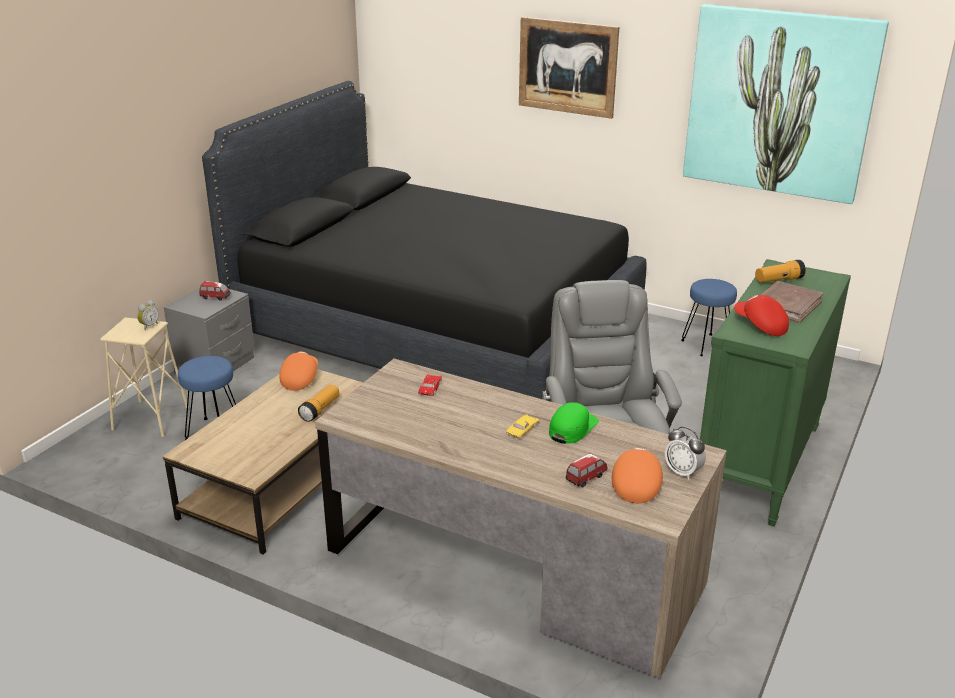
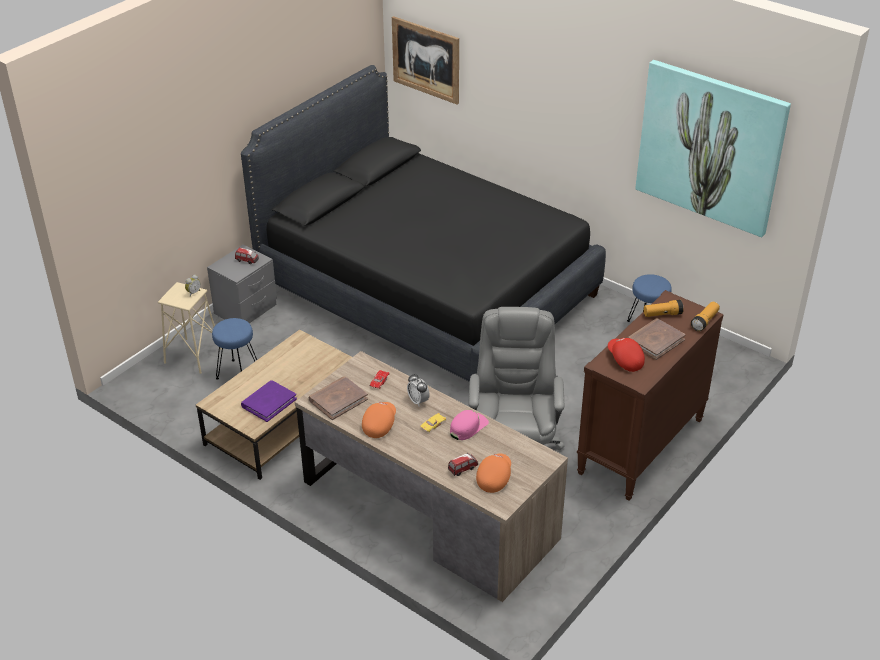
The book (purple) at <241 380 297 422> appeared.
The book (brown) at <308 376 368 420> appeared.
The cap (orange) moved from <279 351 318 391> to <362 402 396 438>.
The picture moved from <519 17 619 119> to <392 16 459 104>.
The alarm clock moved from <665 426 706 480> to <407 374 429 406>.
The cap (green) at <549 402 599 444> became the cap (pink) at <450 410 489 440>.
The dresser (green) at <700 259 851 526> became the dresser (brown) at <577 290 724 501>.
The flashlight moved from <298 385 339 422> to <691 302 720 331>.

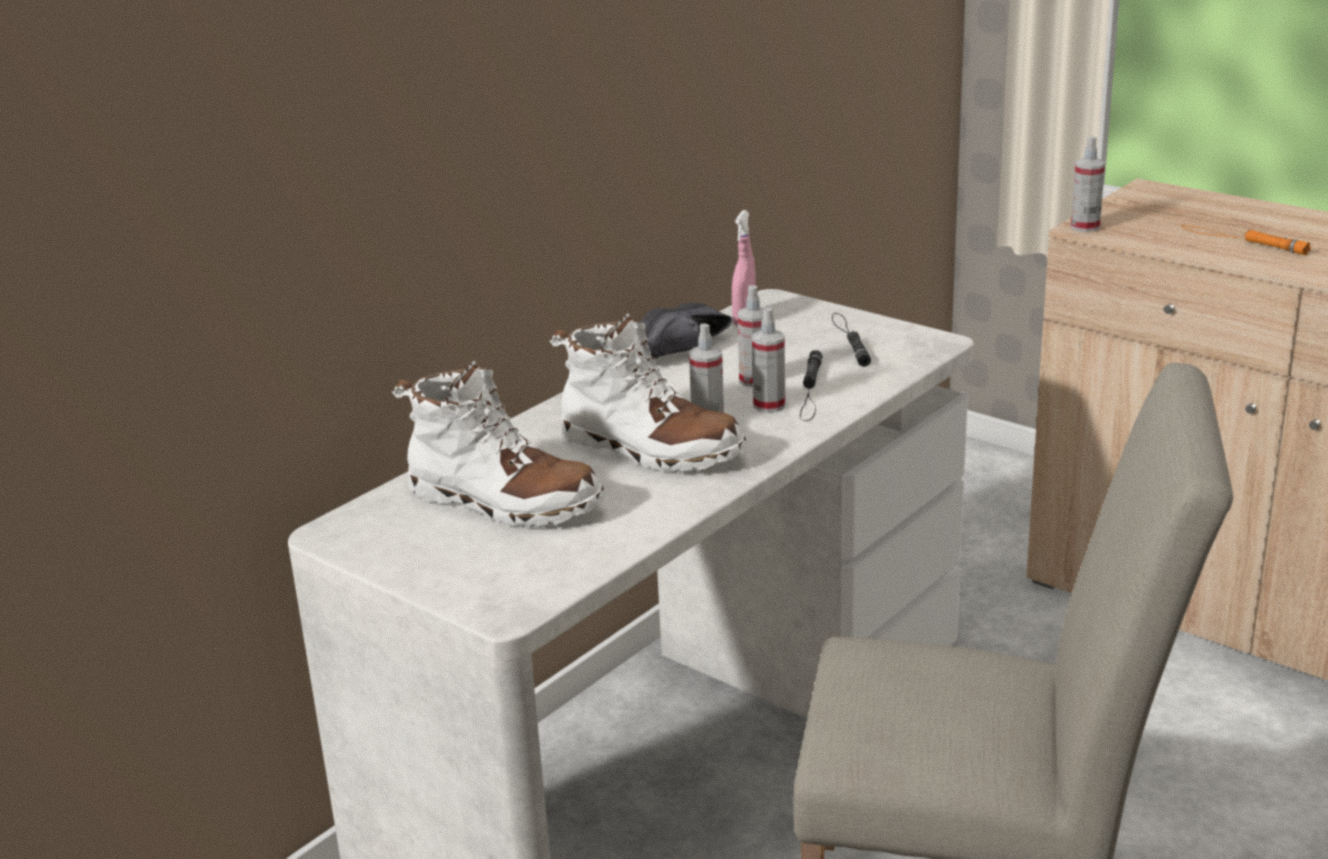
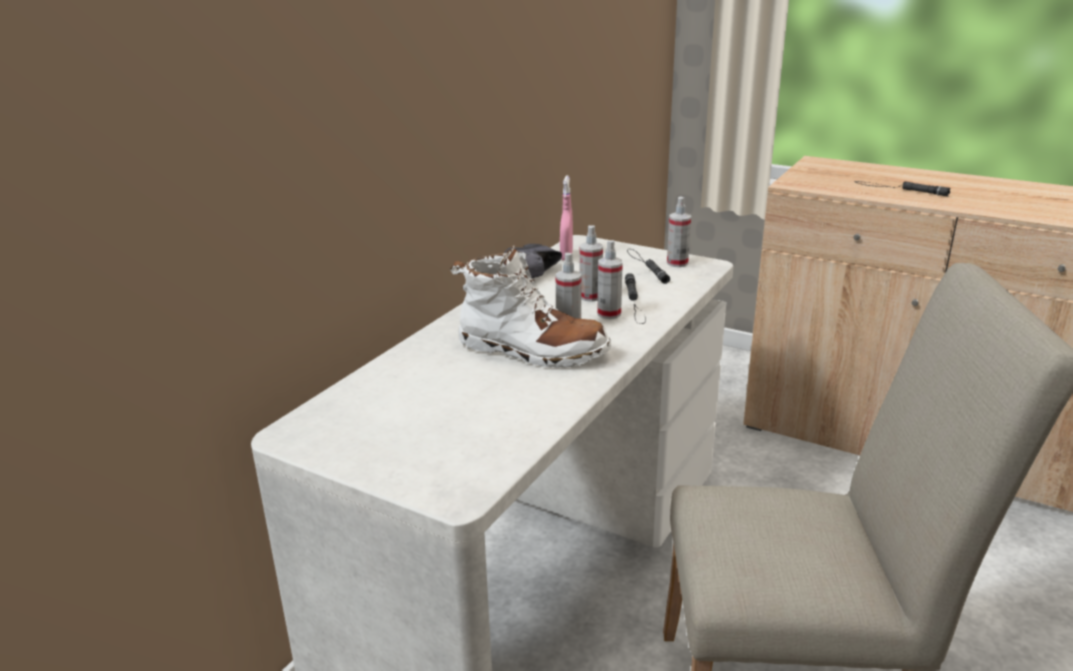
The spray bottle moved from <1071 136 1105 232> to <667 197 691 267>.
The flashlight (orange) at <1181 225 1311 255> became the flashlight (black) at <854 181 951 197>.
The boot (white) at <391 361 605 528> disappeared.

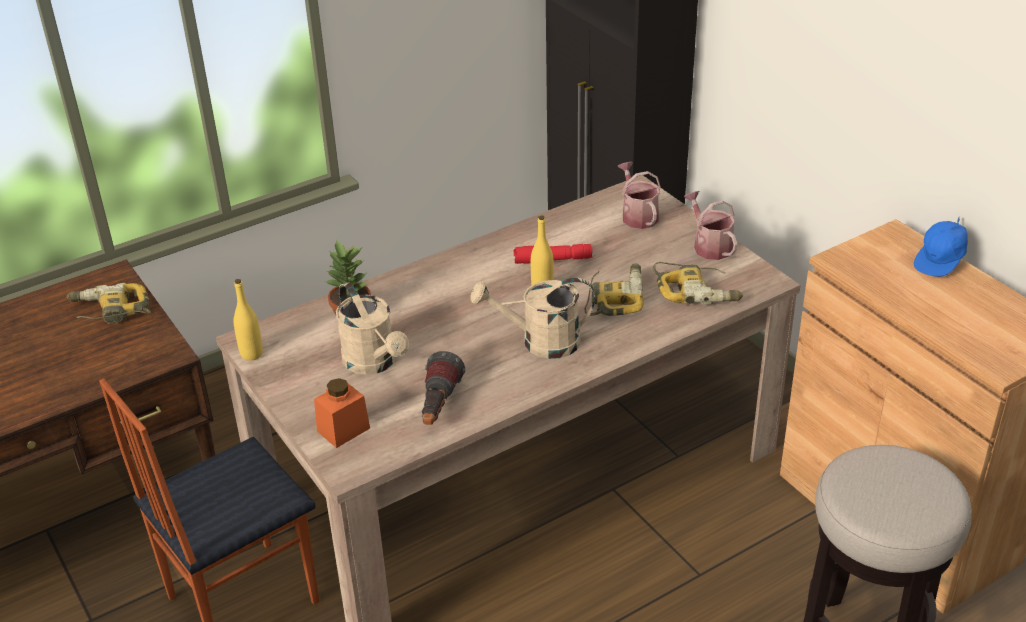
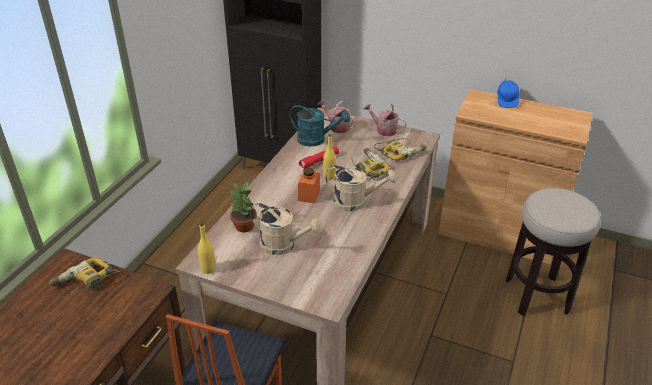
The watering can (turquoise) at <289 105 350 147> appeared.
The jar (orange) moved from <314 378 370 448> to <298 168 320 204>.
The watering can (beige) at <470 278 595 359> turned 135 degrees counterclockwise.
The flashlight at <422 351 465 425> disappeared.

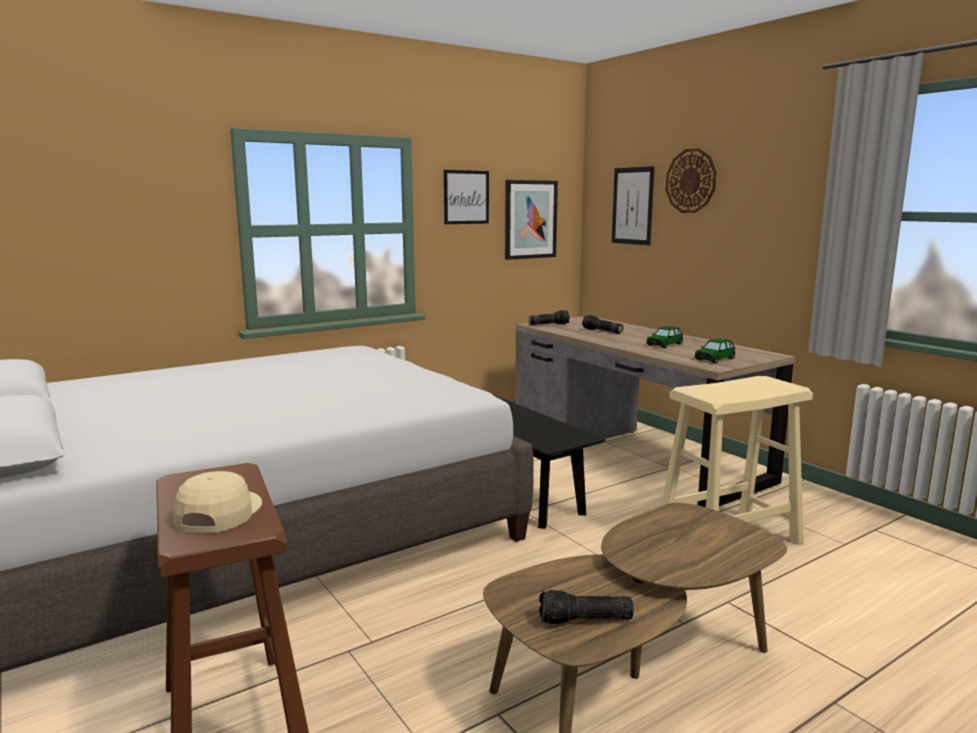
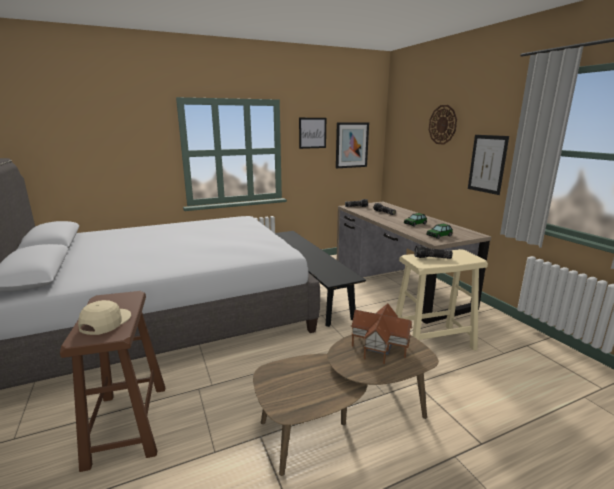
The toy house at <351 303 412 364> appeared.
The flashlight moved from <539 590 634 624> to <414 245 453 259>.
The picture moved from <612 166 655 245> to <468 135 509 195>.

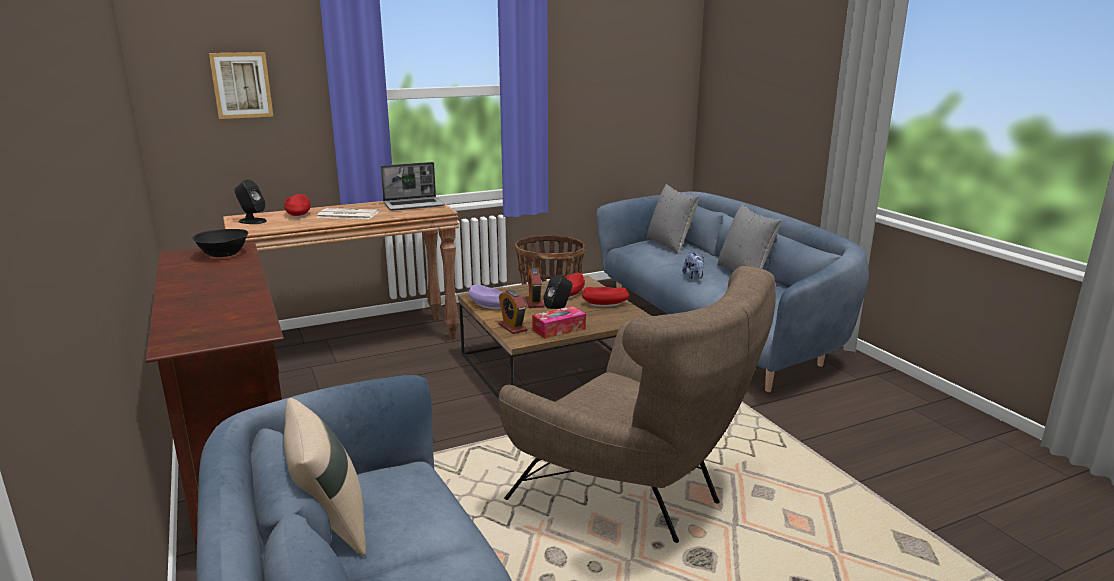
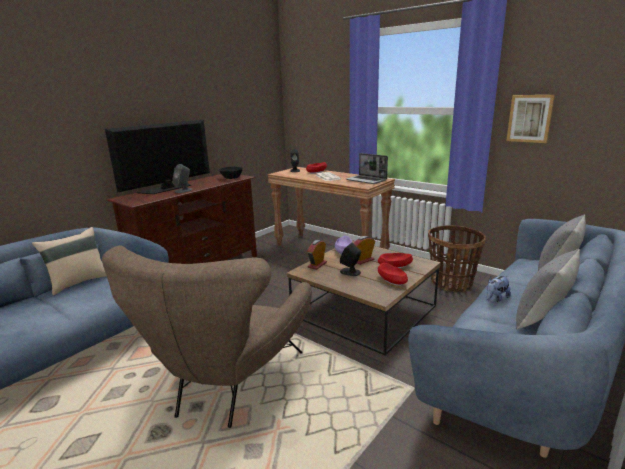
The television at <105 120 210 194> appeared.
The speaker (grey) at <172 164 192 193> appeared.
The picture moved from <209 52 273 119> to <506 95 555 143>.
The tissue box at <532 306 586 339> disappeared.

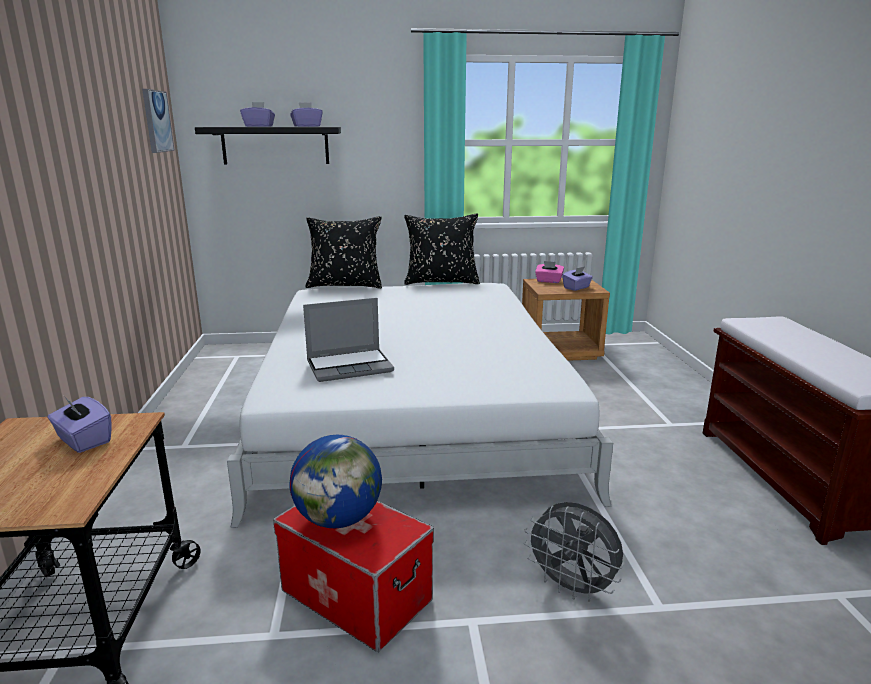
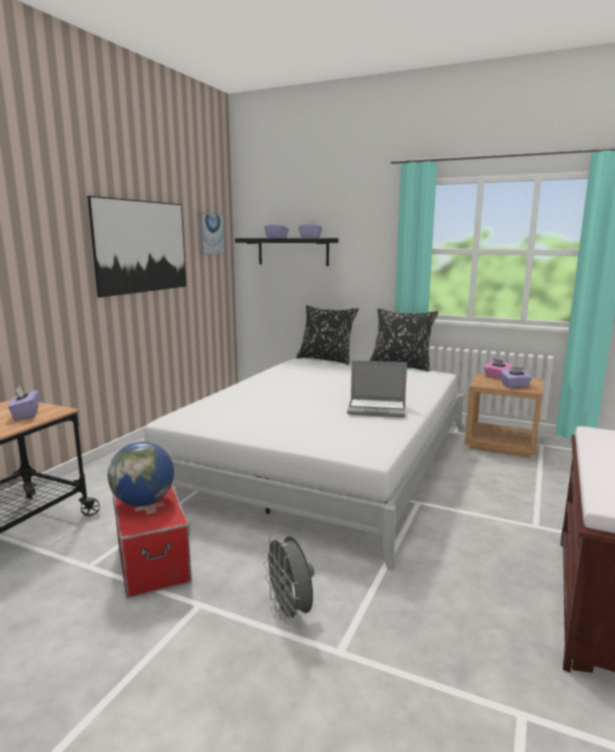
The picture at <87 196 186 298> appeared.
The laptop moved from <303 298 394 382> to <347 360 407 418>.

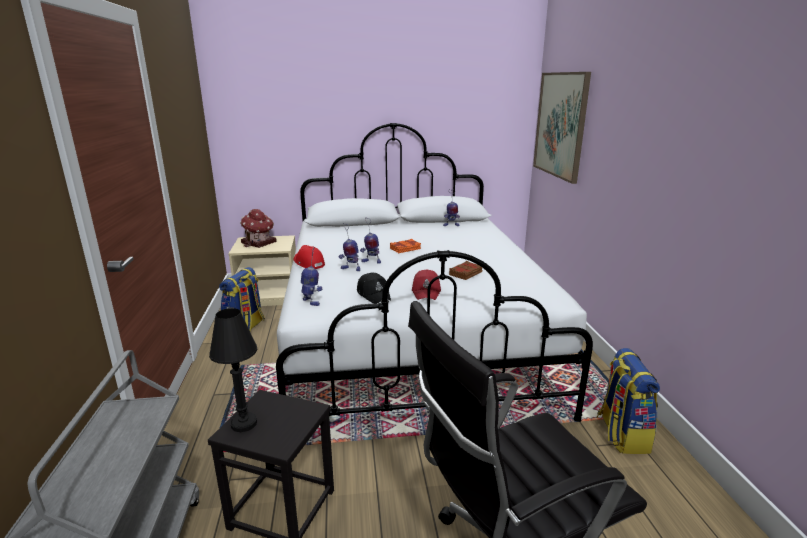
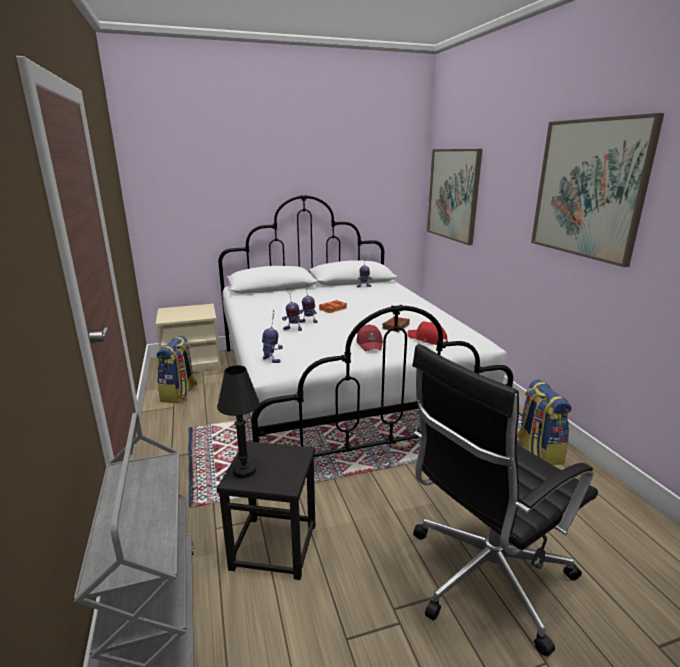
The cap (red) moved from <294 245 325 269> to <407 321 448 345>.
The picture at <531 113 664 267> appeared.
The toy house at <240 209 276 248> disappeared.
The cap (black) at <357 272 391 304> disappeared.

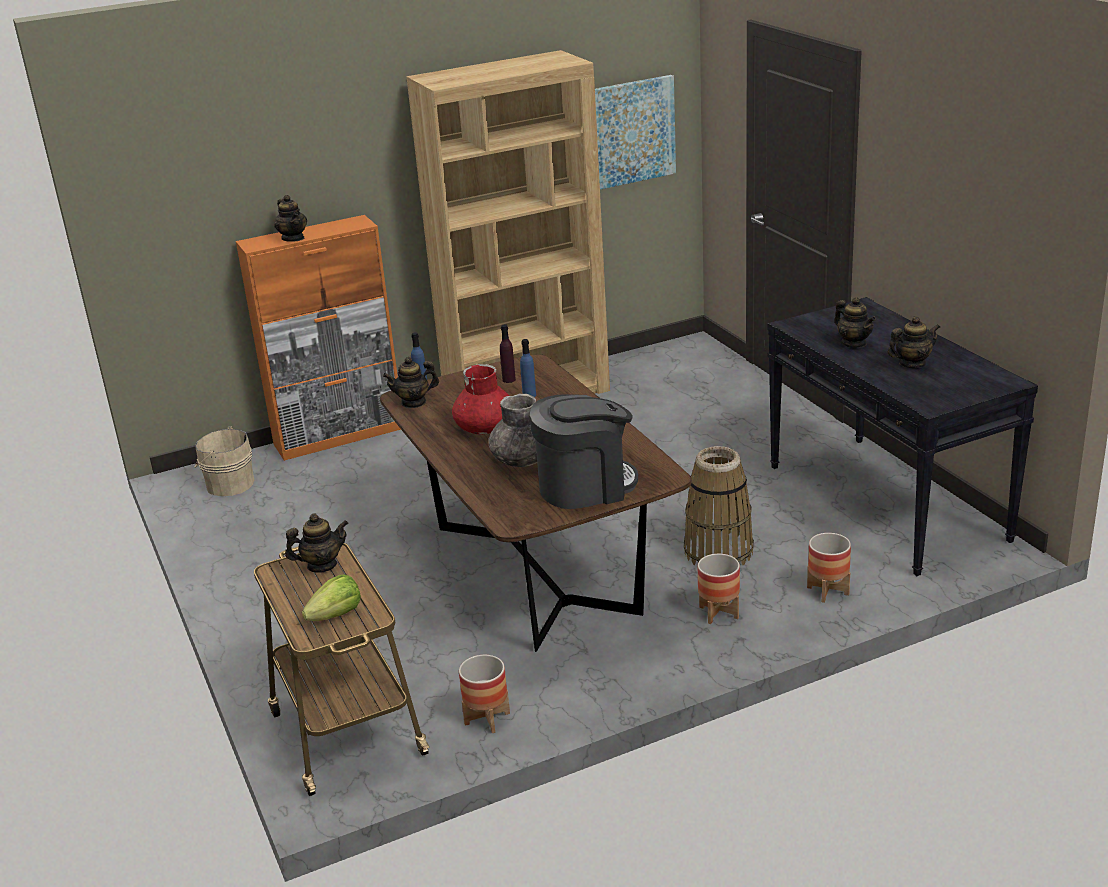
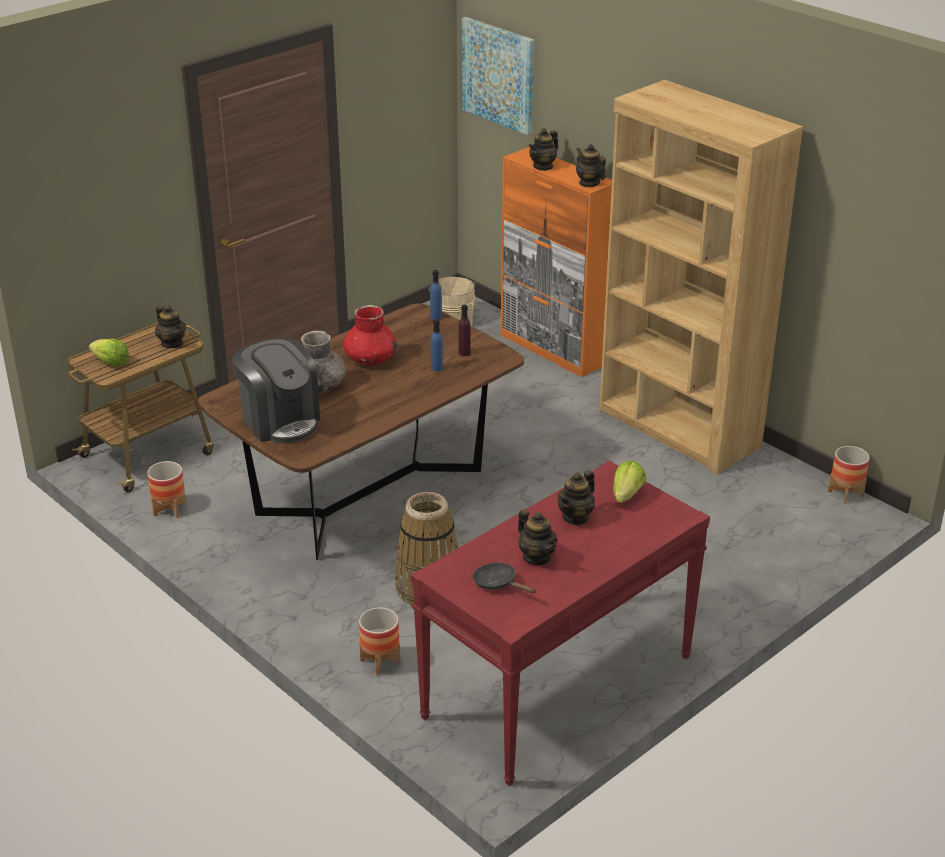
The console table (black) at <767 297 1038 576> became the console table (red) at <411 461 710 786>.
The picture moved from <595 75 676 190> to <462 17 534 135>.
The frying pan (black) at <473 563 536 593> appeared.
The teapot moved from <383 357 439 408> to <576 144 606 187>.
The lettuce at <613 461 646 503> appeared.
The planter moved from <698 554 740 624> to <828 446 870 504>.

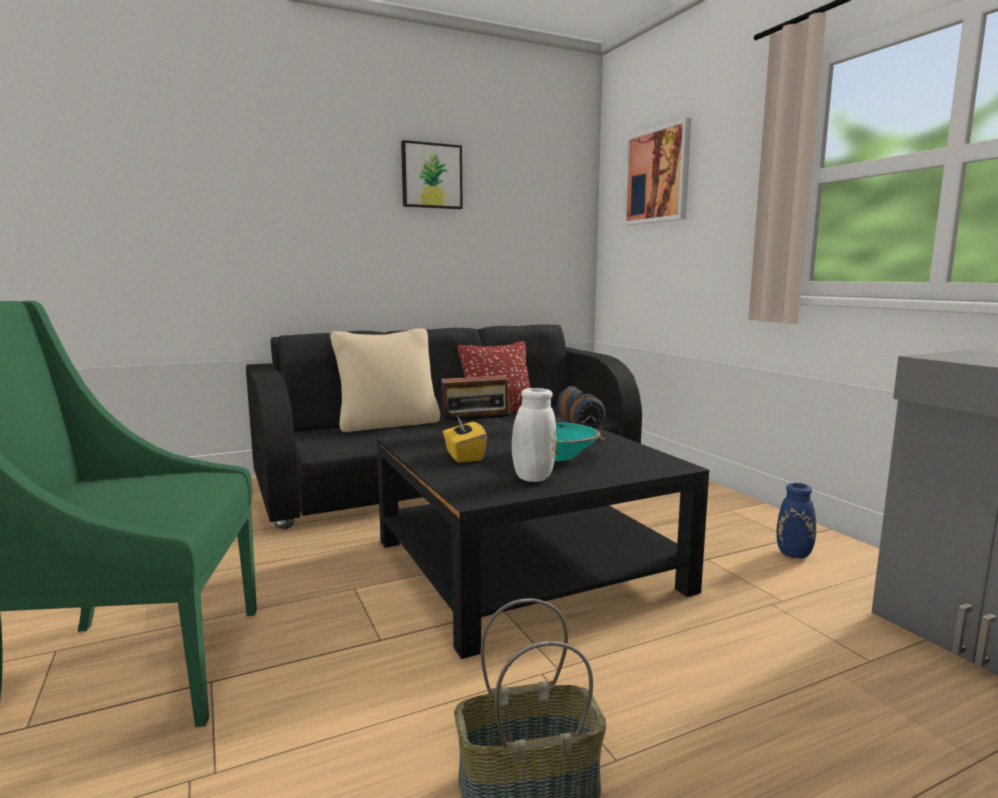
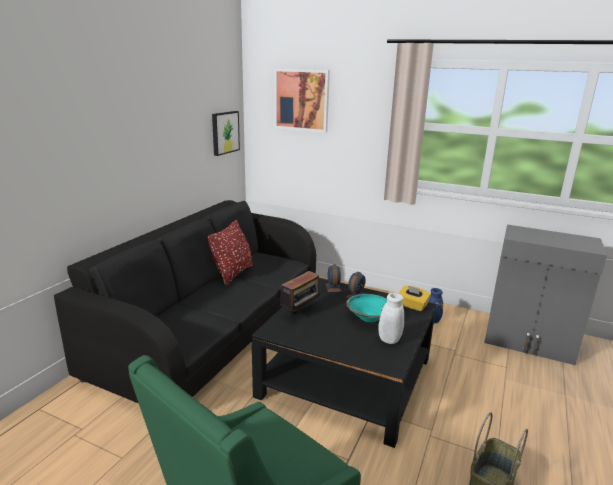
The picture moved from <401 140 463 209> to <212 111 240 156>.
The tissue box (yellow) moved from <443 416 487 463> to <399 285 431 311>.
The pillow (beige) at <330 329 440 432> disappeared.

